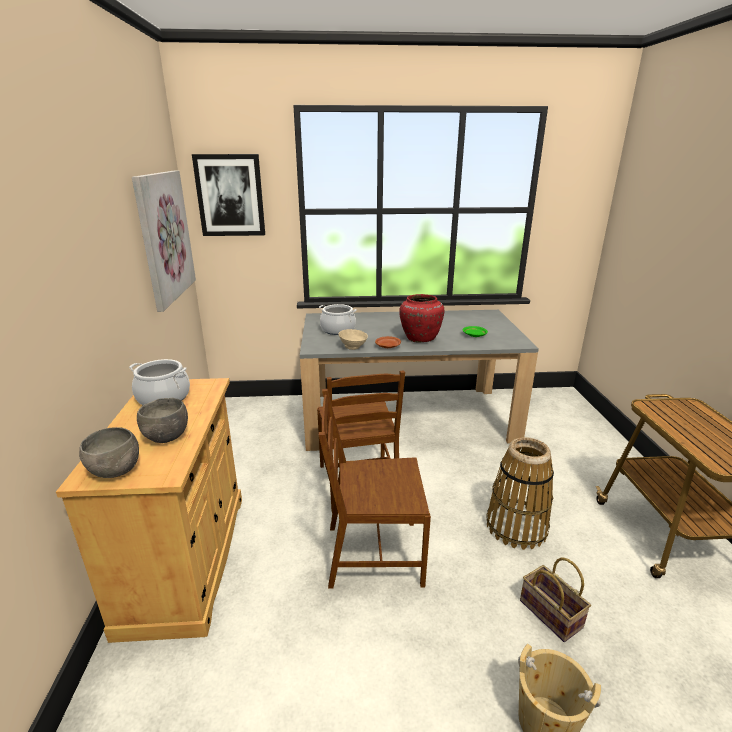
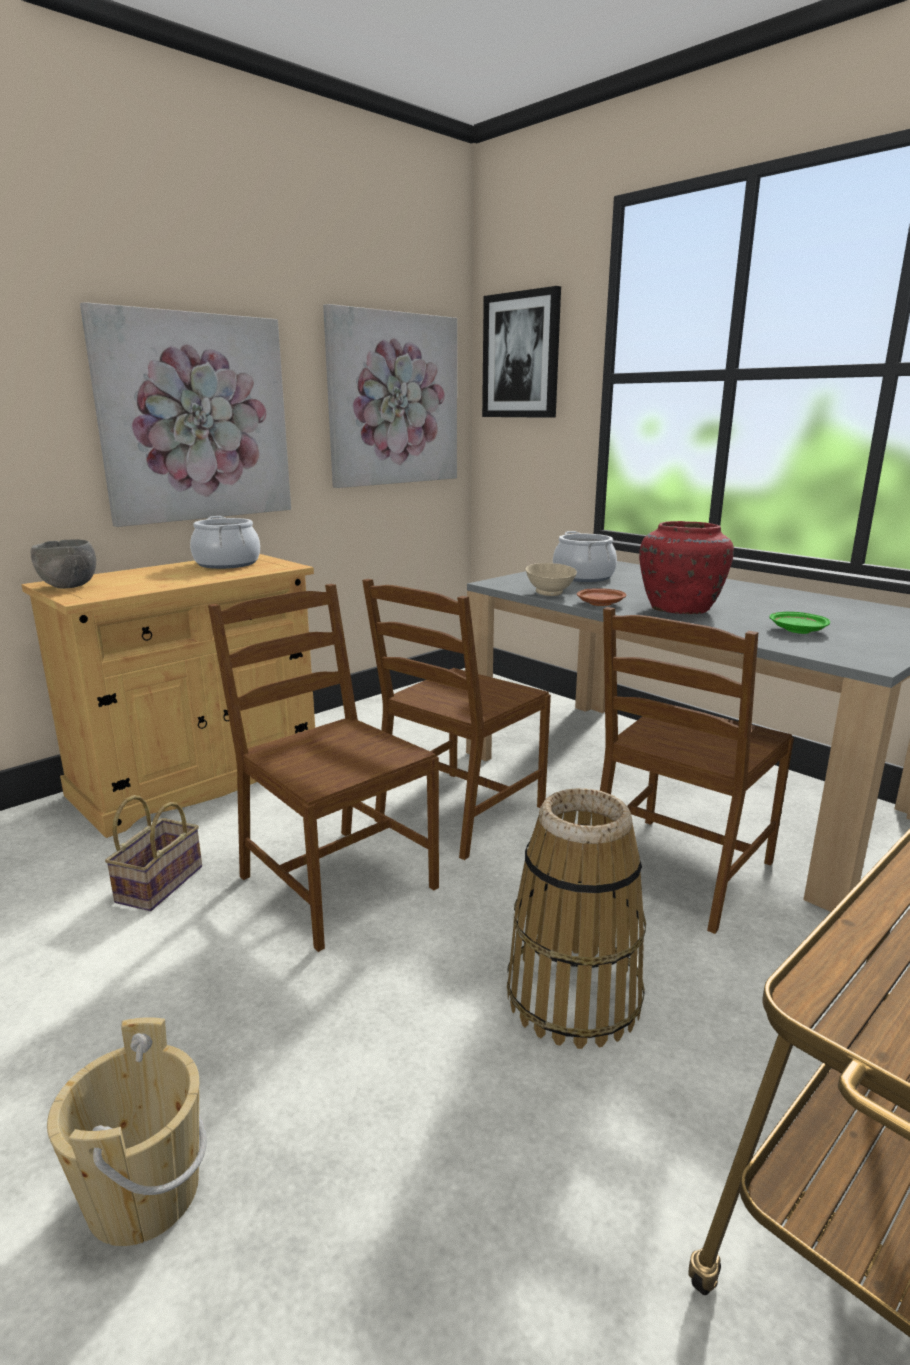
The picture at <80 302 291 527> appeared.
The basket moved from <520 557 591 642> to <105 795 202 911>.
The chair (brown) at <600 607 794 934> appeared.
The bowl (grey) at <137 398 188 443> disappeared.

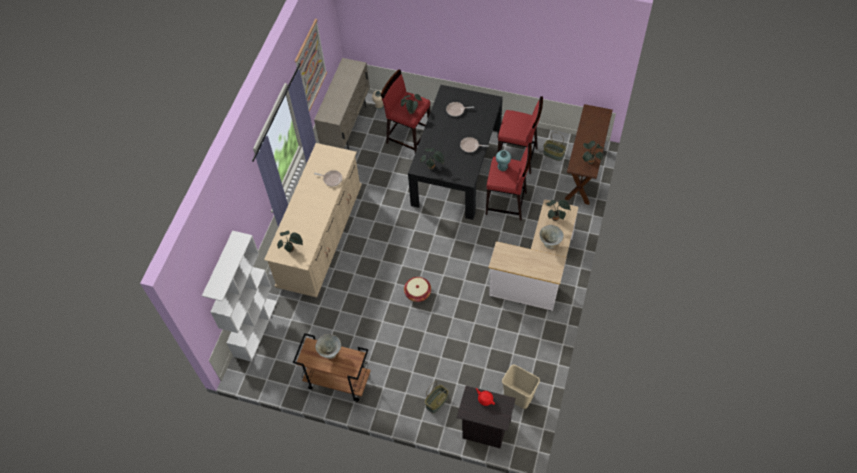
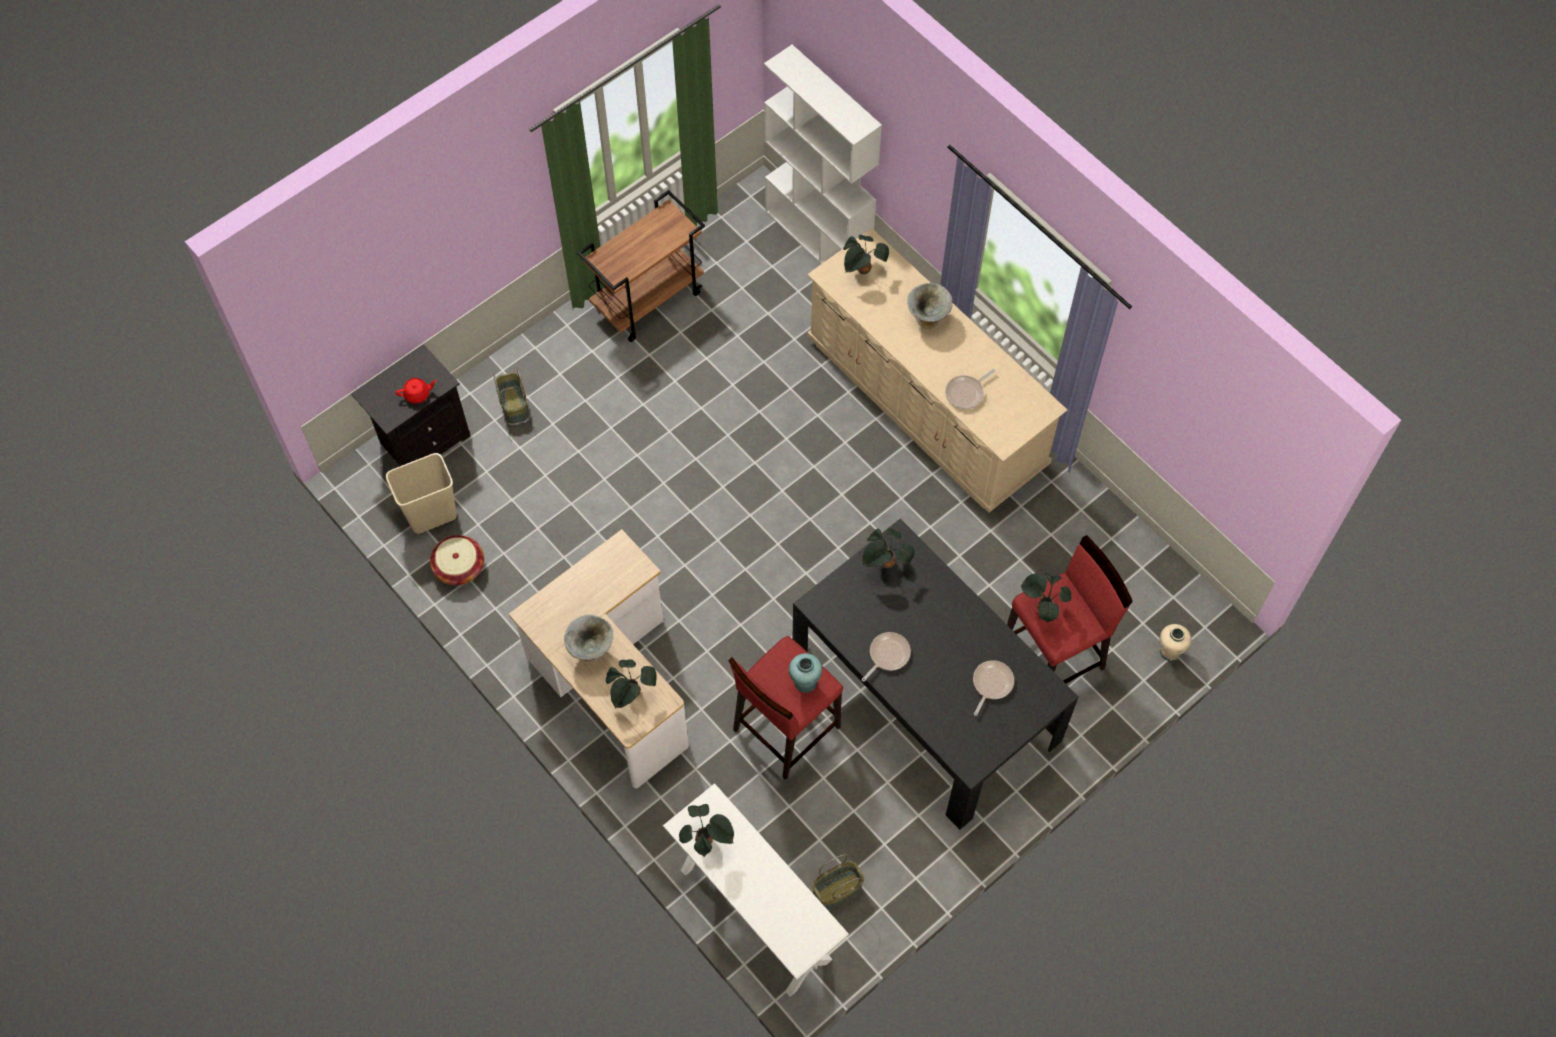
The basket moved from <404 277 431 302> to <430 535 484 585>.
The console table (brown) at <565 104 613 205> became the console table (white) at <663 783 849 997>.
The bowl (grey) moved from <315 334 341 359> to <907 283 953 329>.
The picture at <295 19 327 112> disappeared.
The cabinet (beige) at <314 58 370 150> disappeared.
The stool (red) at <497 96 543 174> disappeared.

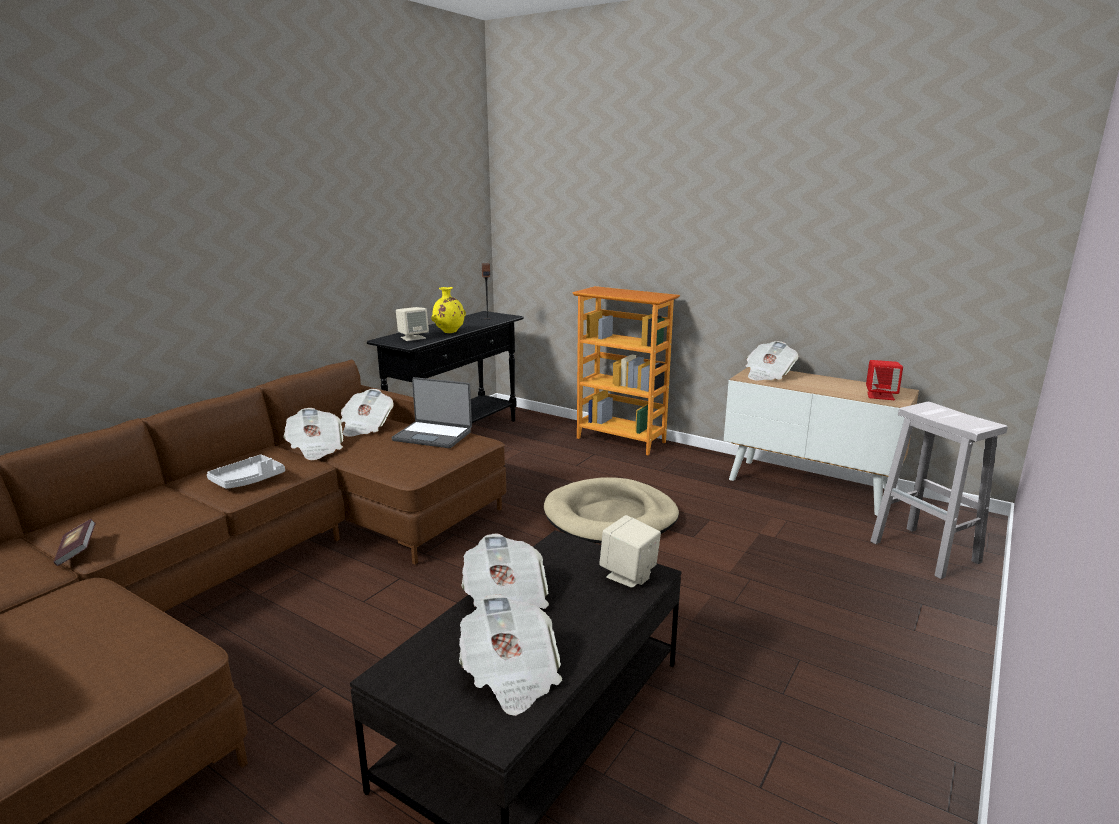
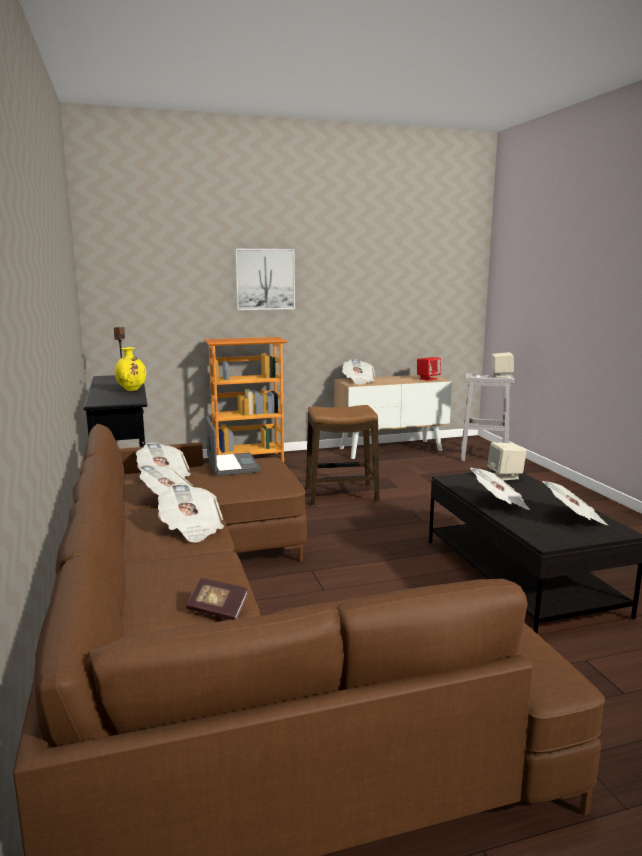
The tray (grey) at <207 454 285 489> was replaced by the newspaper at <158 483 224 543>.
The laptop at <392 377 472 448> turned 75 degrees counterclockwise.
The picture at <235 249 295 310> appeared.
The dog bed (beige) at <544 477 679 543> was replaced by the stool at <306 405 379 505>.
The speaker (beige) moved from <396 307 429 341> to <492 352 514 378>.

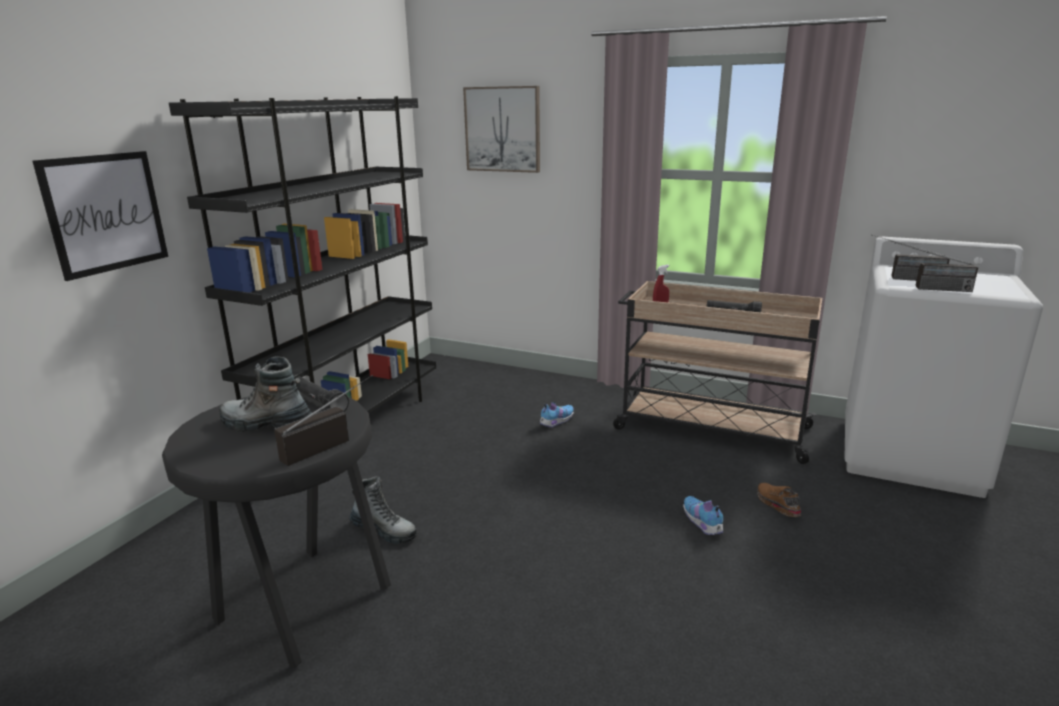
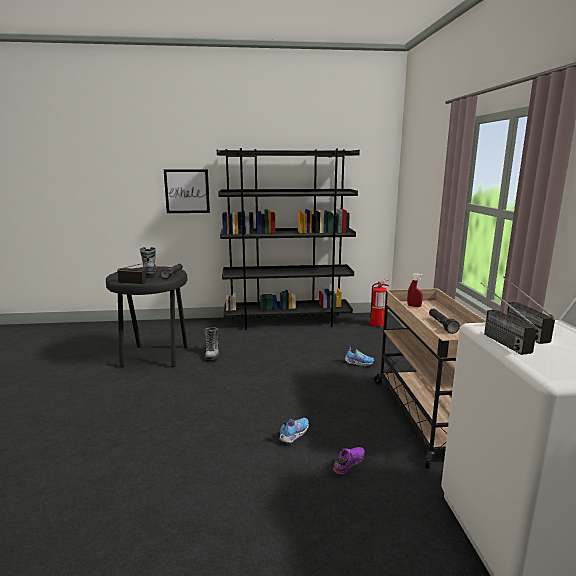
The shoe (brown) at <757 483 801 517> became the shoe (purple) at <333 447 365 474>.
The fire extinguisher at <369 279 389 327> appeared.
The picture at <463 86 540 173> disappeared.

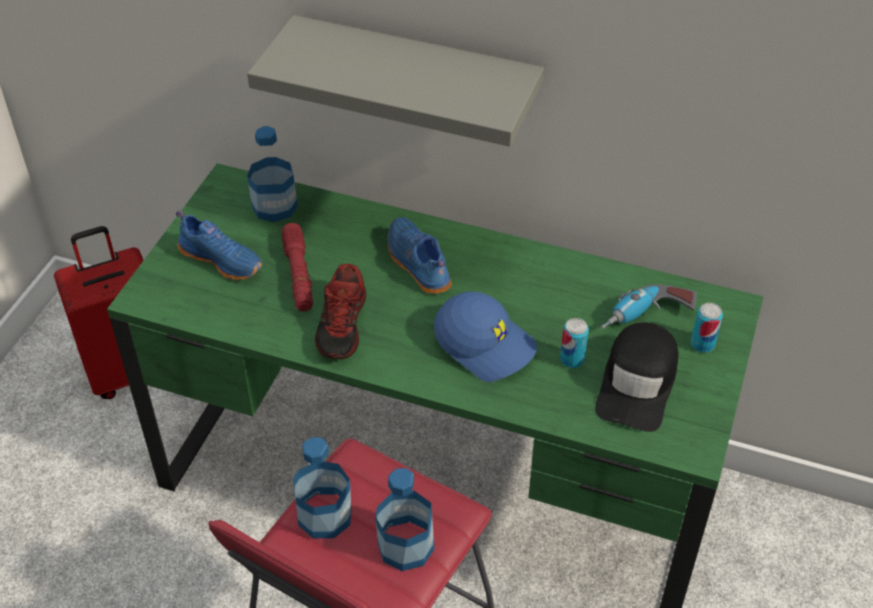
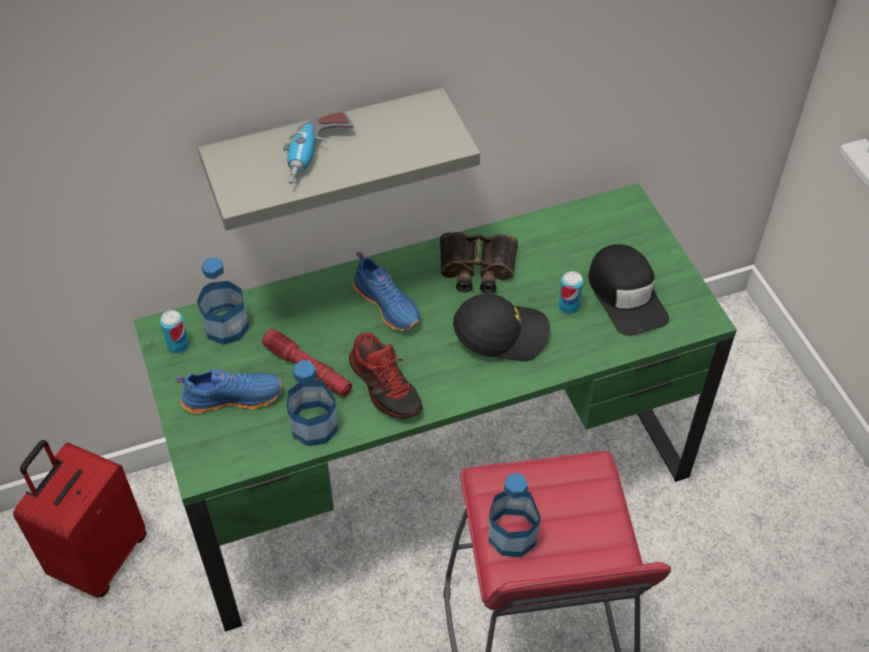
The can moved from <691 303 723 353> to <160 310 189 353>.
The power drill moved from <600 284 697 329> to <283 111 354 184>.
The bottle moved from <375 468 434 571> to <287 360 338 446>.
The shoe (blue) at <388 217 452 294> turned 150 degrees counterclockwise.
The binoculars at <440 232 518 294> appeared.
The cap (blue) at <434 291 537 382> became the cap (black) at <453 294 550 362>.

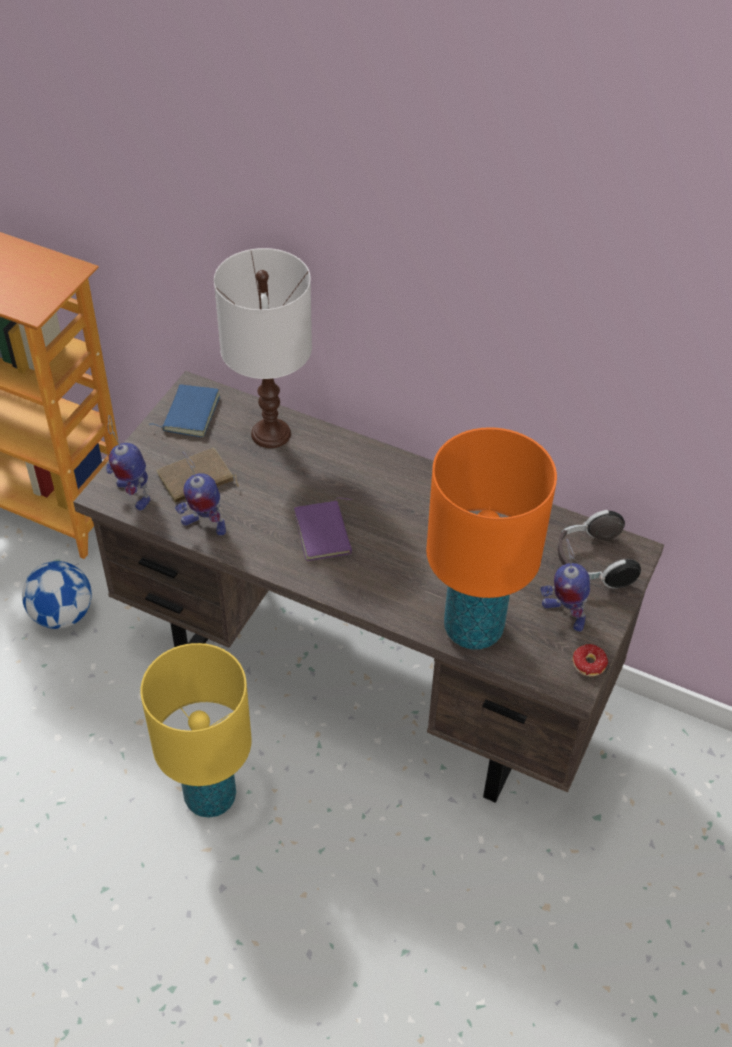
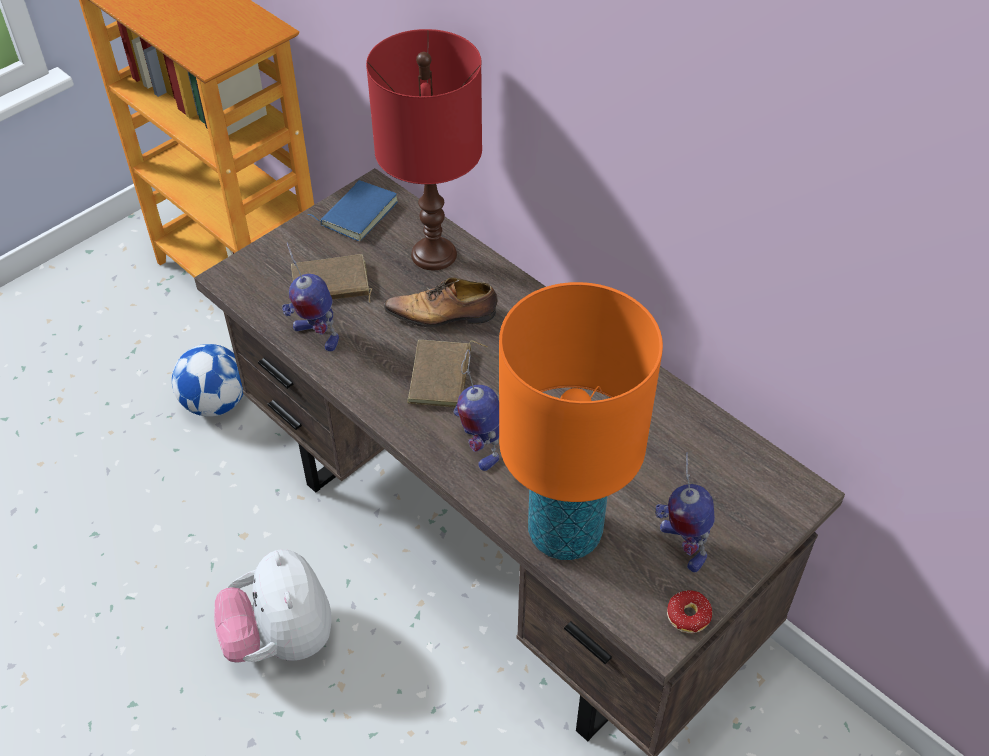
The table lamp (yellow) at <140 643 252 817> was replaced by the plush toy at <214 549 331 663>.
The table lamp (white) at <214 248 312 448> became the table lamp (red) at <366 29 482 270>.
The shoe at <384 277 497 328> appeared.
The book (purple) at <294 497 352 561> became the book (brown) at <407 340 488 408>.
The toy robot moved from <106 415 150 511> to <453 349 499 471>.
The headphones at <558 510 641 589> disappeared.

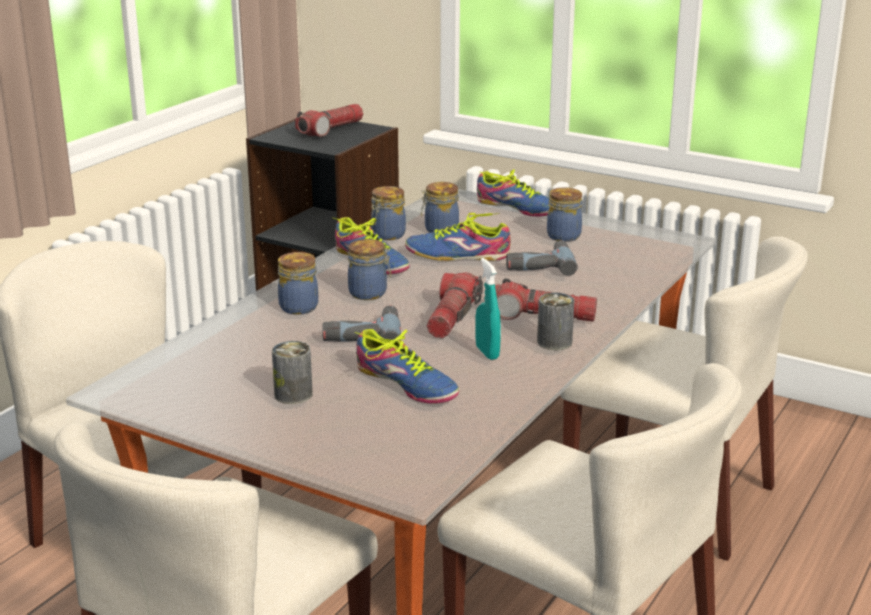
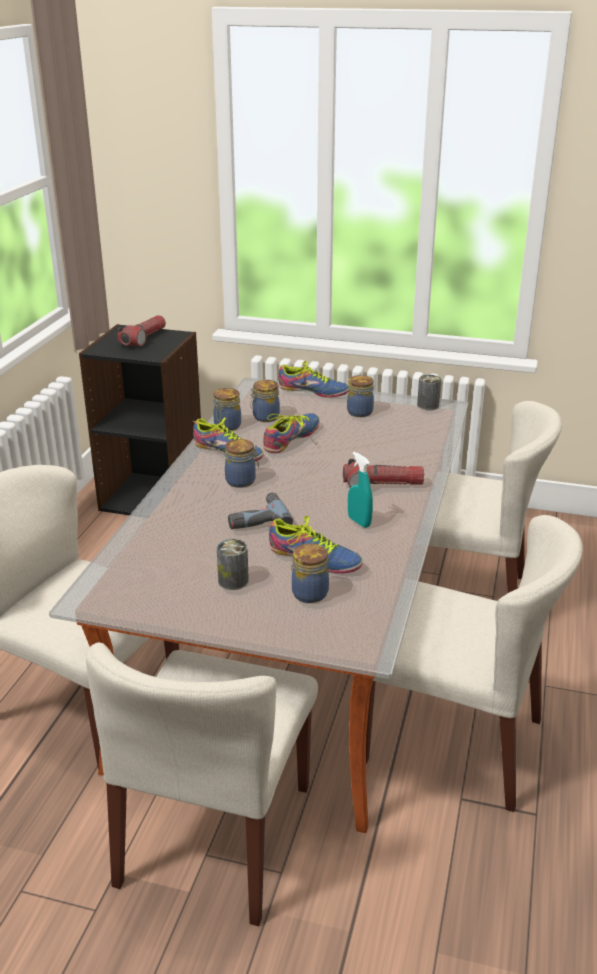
The shoe at <405 213 511 261> turned 135 degrees clockwise.
The jar moved from <278 252 318 314> to <291 544 329 603>.
The can moved from <537 293 574 350> to <417 375 441 410>.
The flashlight at <427 272 483 338> disappeared.
The power drill at <506 240 578 276> disappeared.

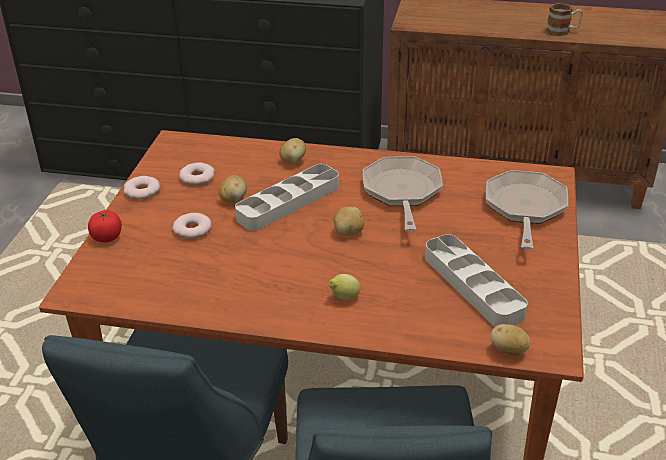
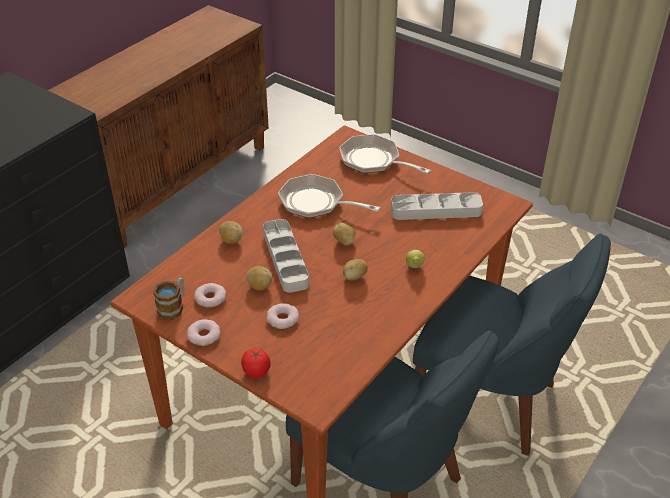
The mug moved from <546 3 583 36> to <153 277 185 320>.
The potato moved from <491 324 530 356> to <343 259 368 281>.

